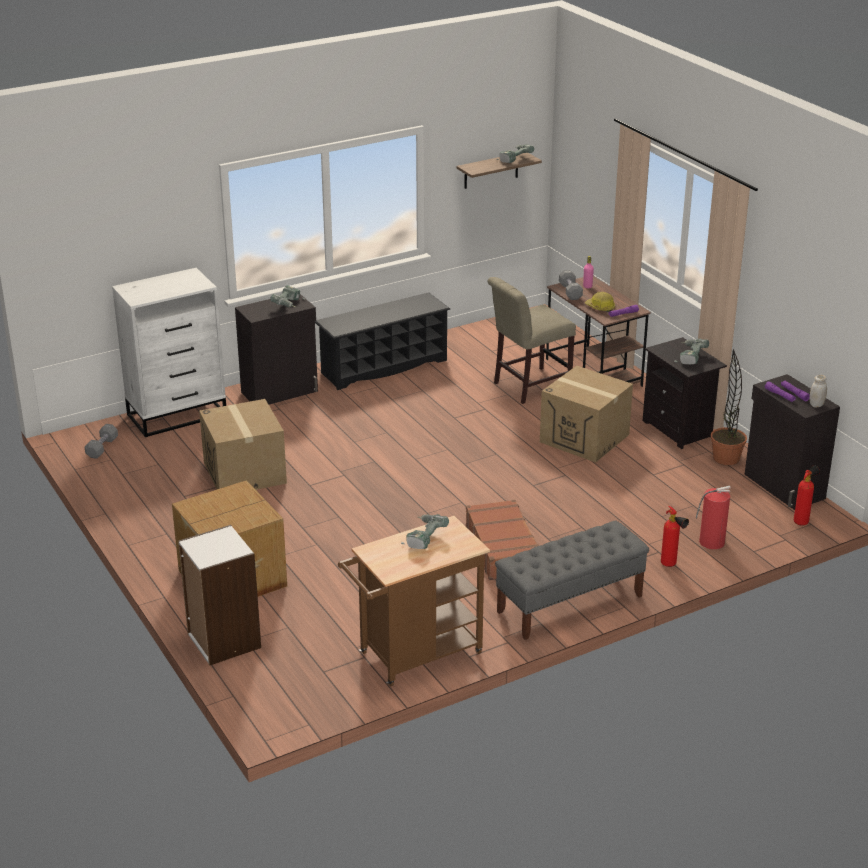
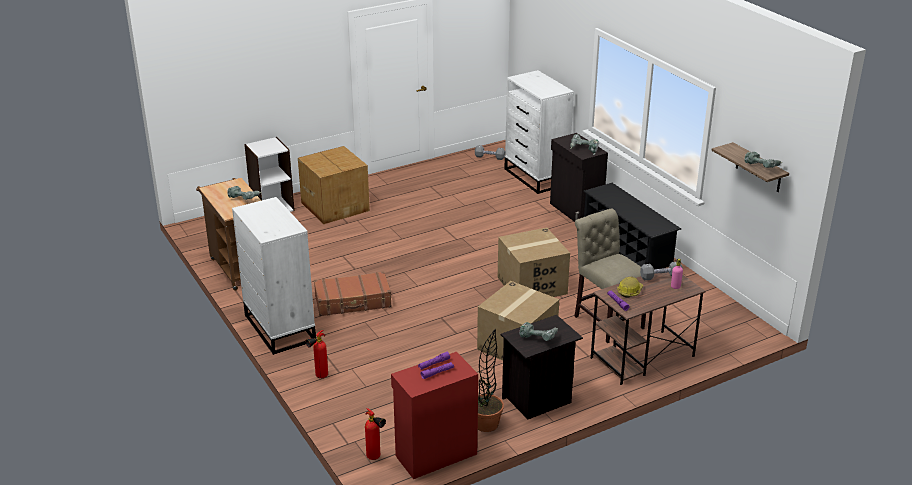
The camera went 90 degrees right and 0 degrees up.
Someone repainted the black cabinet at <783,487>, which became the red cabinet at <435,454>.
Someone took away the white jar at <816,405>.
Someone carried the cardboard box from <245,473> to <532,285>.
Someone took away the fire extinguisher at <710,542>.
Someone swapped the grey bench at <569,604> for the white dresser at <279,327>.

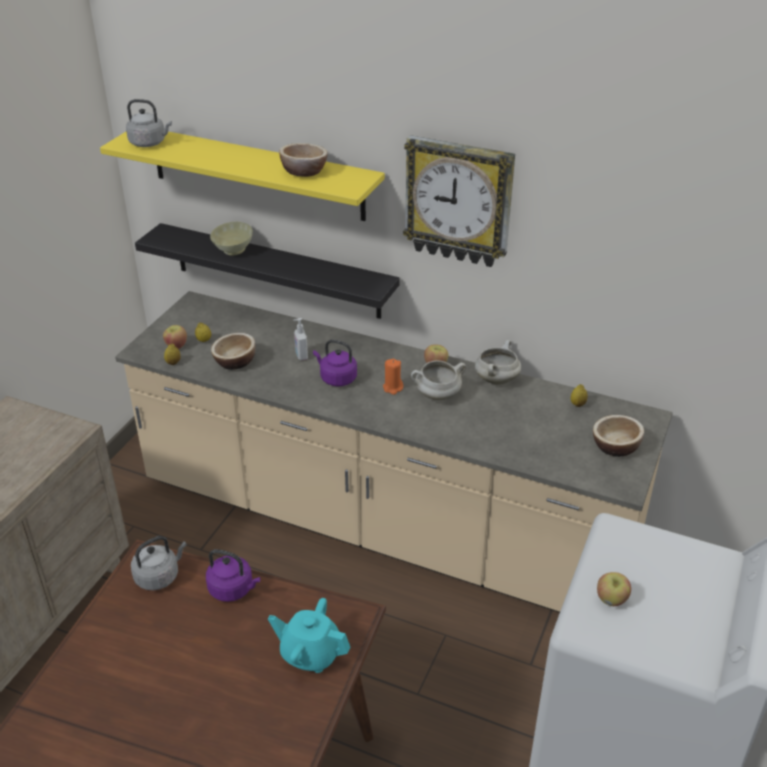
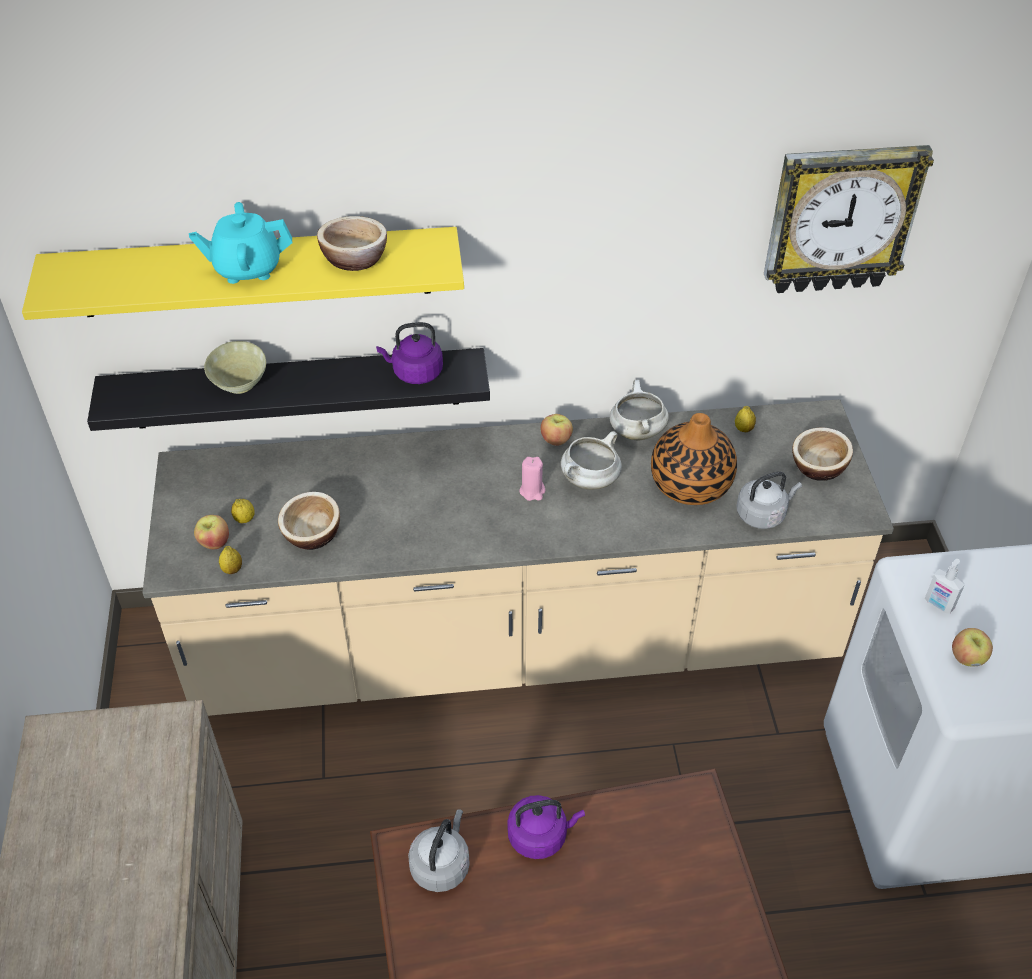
The camera went 30 degrees left and 10 degrees up.
Someone carried the grey kettle from <149,143> to <763,514>.
Someone carried the wall clock from <459,201> to <840,219>.
Someone carried the soap dispenser from <301,356> to <938,605>.
Someone carried the purple kettle from <336,378> to <415,373>.
Someone repainted the orange candle at <393,388>, which became the pink candle at <532,491>.
Someone carried the turquoise teapot from <310,654> to <247,268>.
Someone put down the vase at <690,484>.

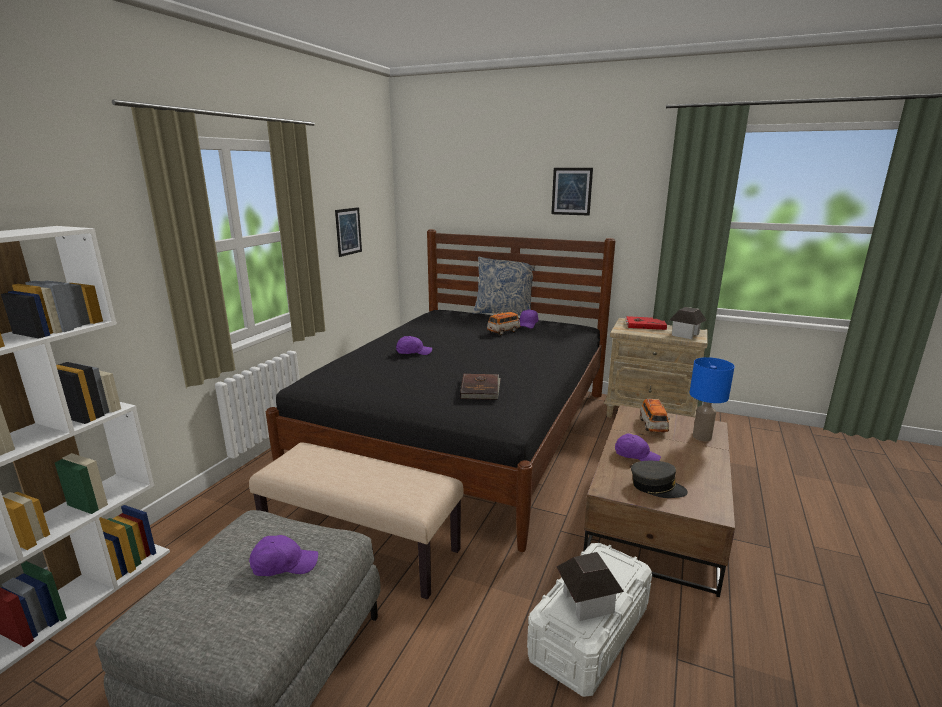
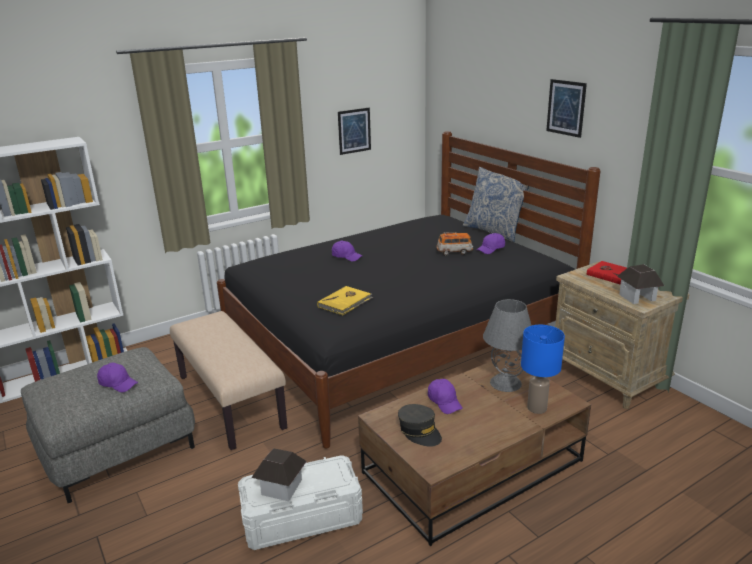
The camera went 35 degrees right and 5 degrees up.
Someone repainted the brown book at <480,389>, which became the yellow book at <345,302>.
Someone swapped the toy car at <653,426> for the grey table lamp at <506,383>.

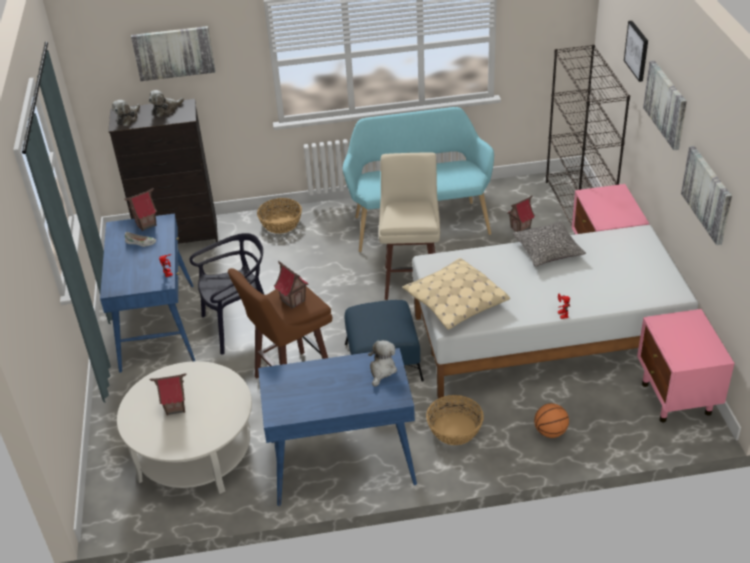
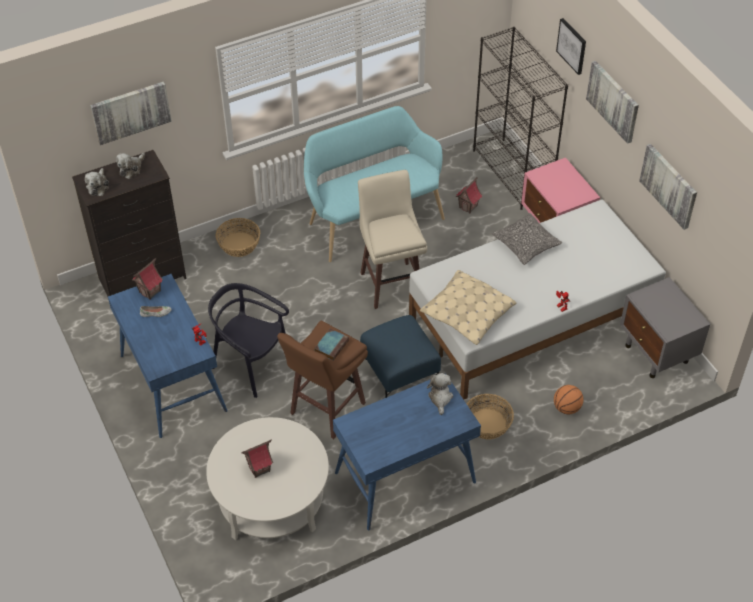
The camera went 20 degrees left and 10 degrees up.
Someone rotated the black chair at <239,325> by 105 degrees counterclockwise.
Someone swapped the toy house at <293,300> for the book at <331,345>.
Someone repainted the pink nightstand at <676,399>, which became the grey nightstand at <657,354>.

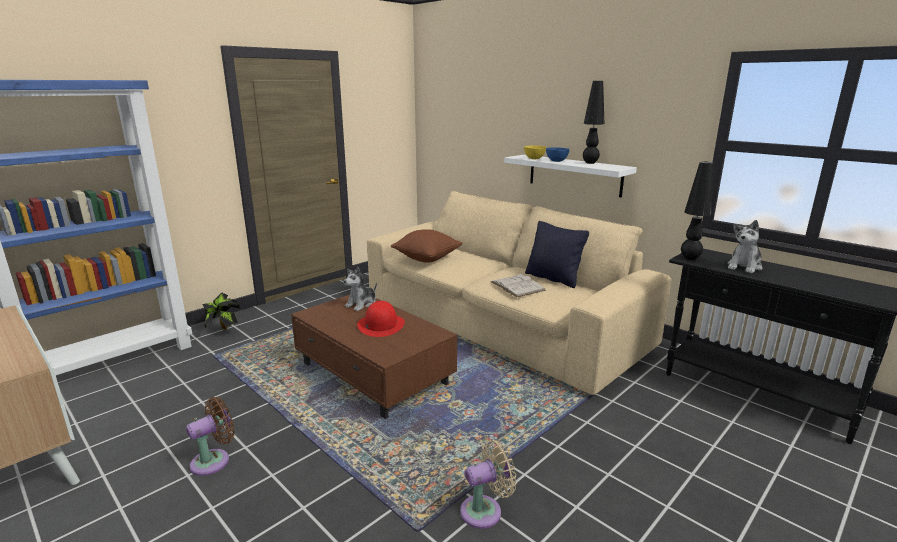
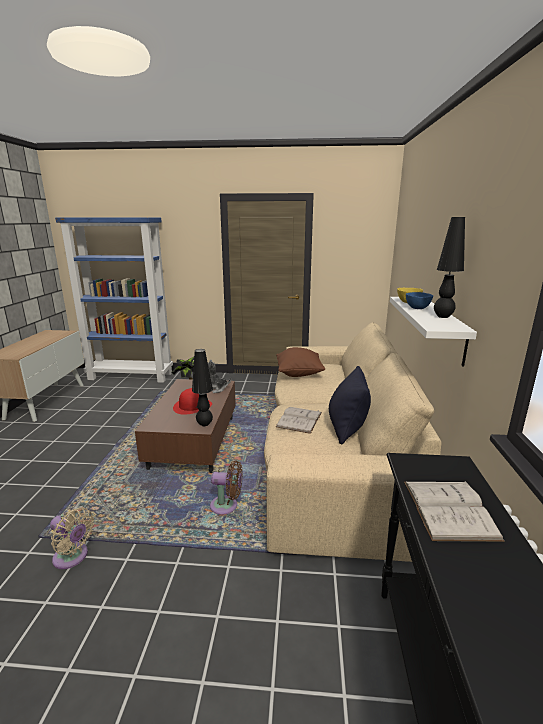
The camera went 50 degrees right and 0 degrees up.
Someone carried the black table lamp from <690,258> to <204,424>.
Someone swapped the plush toy at <744,267> for the white book at <449,509>.
Someone carried the brown fan from <214,460> to <227,506>.

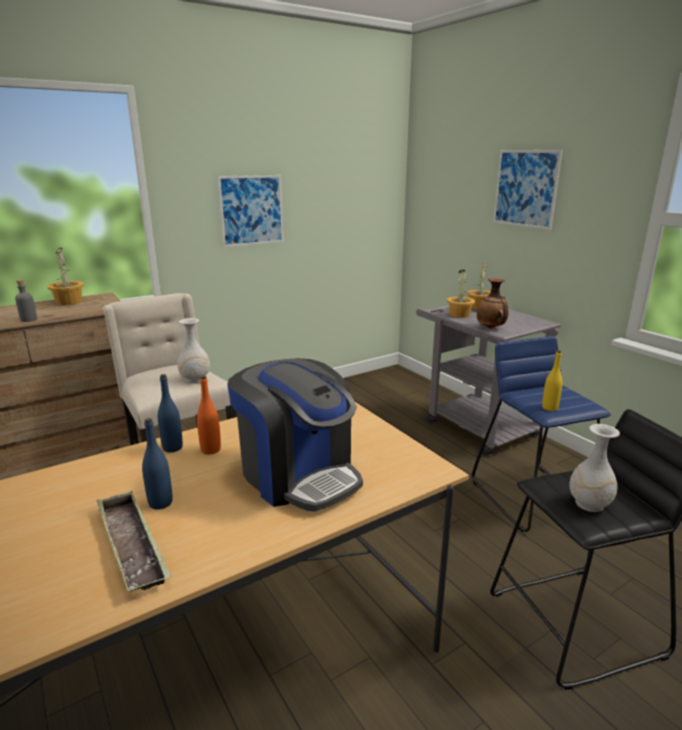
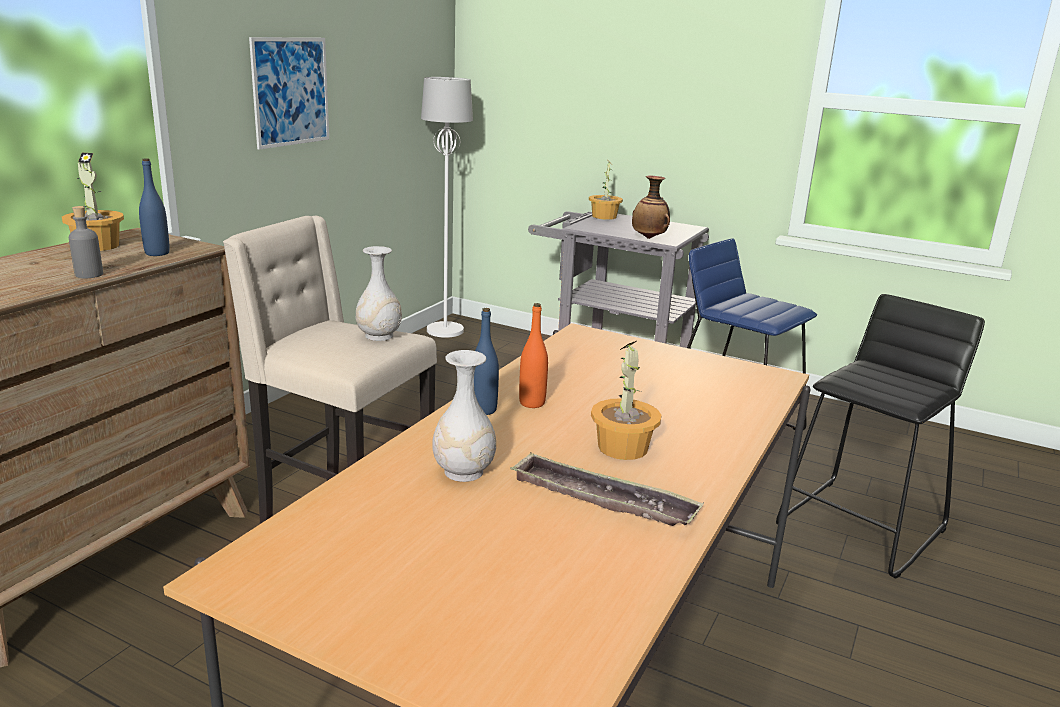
The camera went 30 degrees left and 0 degrees up.
Someone took away the picture at <525,188>.
Someone carried the potted plant from <459,315> to <623,448>.
Someone took away the yellow bottle at <549,408>.
Someone took away the coffee machine at <298,475>.
Someone carried the blue bottle from <160,503> to <157,253>.
Someone carried the white vase from <588,504> to <463,472>.
Someone put down the white floor lamp at <445,330>.

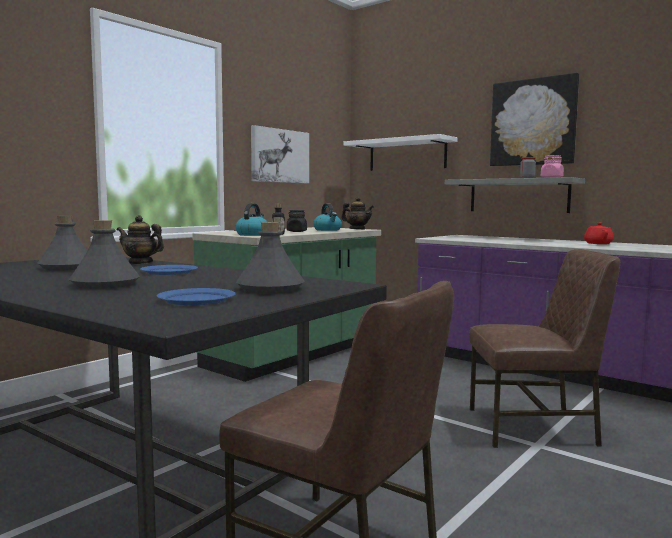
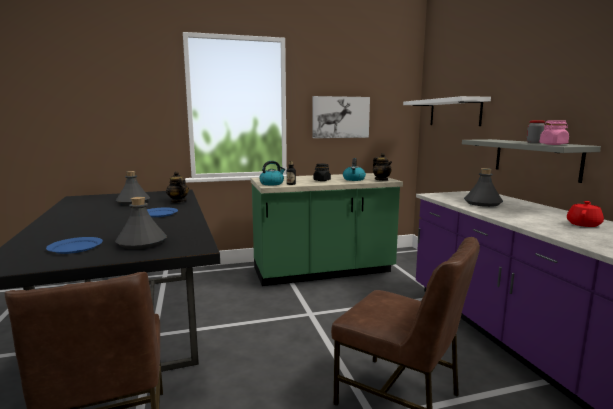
The camera went 35 degrees right and 5 degrees up.
Someone took away the picture at <533,122>.
Someone carried the grey bottle from <105,284> to <483,203>.

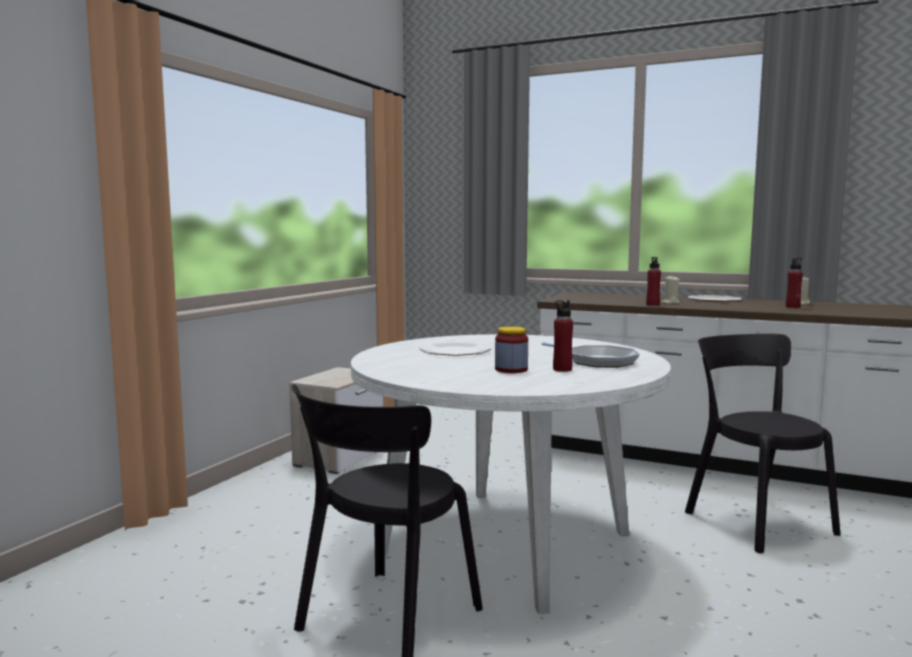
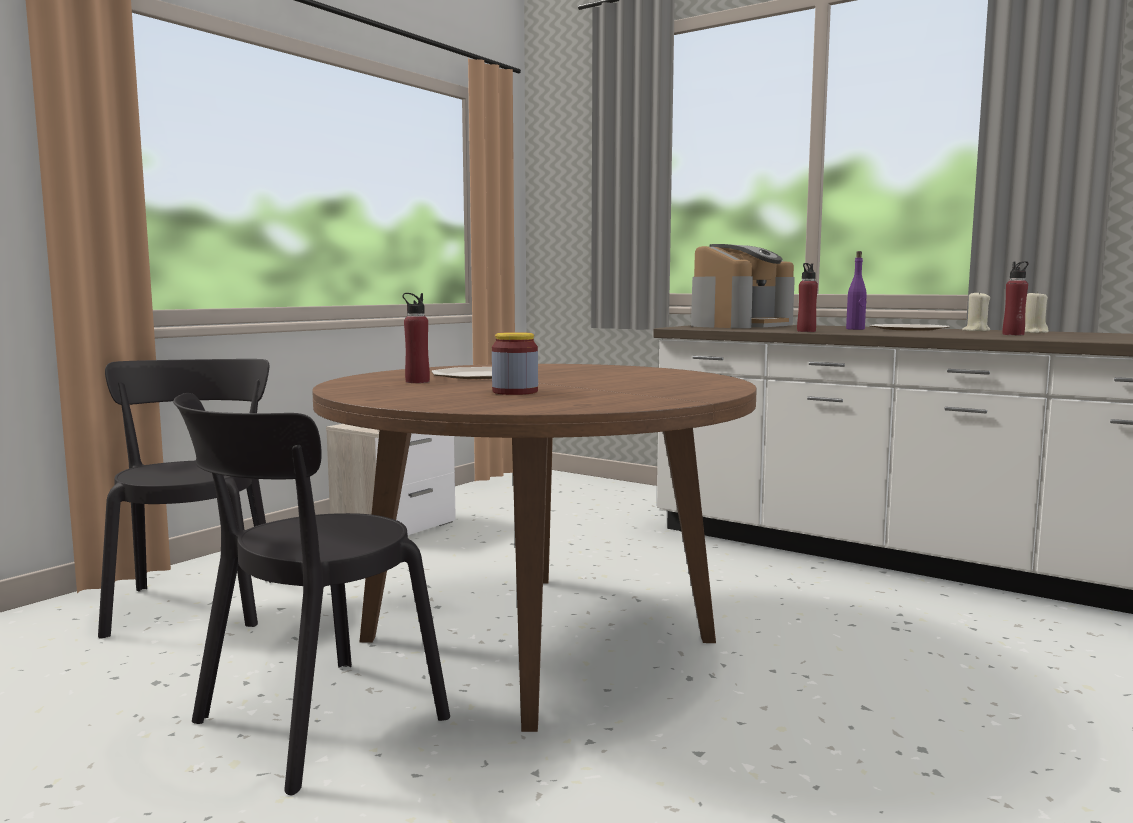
The camera went 10 degrees right and 0 degrees up.
Someone carried the beige candle from <670,303> to <976,330>.
Someone carried the red bottle from <562,369> to <417,381>.
Someone repainted the white dining table at <505,542>, which became the brown dining table at <537,640>.
Someone carried the black chair from <754,520> to <196,603>.
Someone took away the frying pan at <597,361>.
Someone put down the coffee machine at <740,325>.
Someone put down the purple bottle at <855,329>.

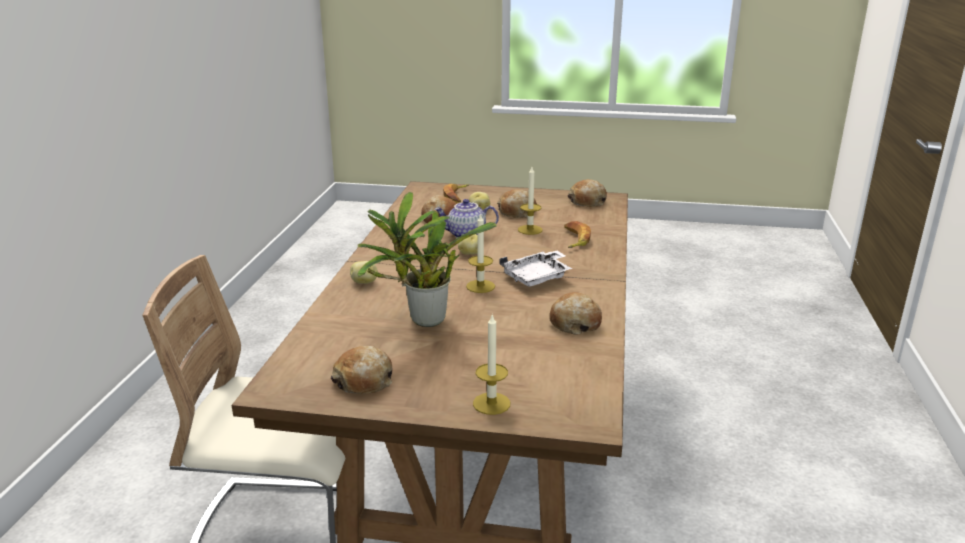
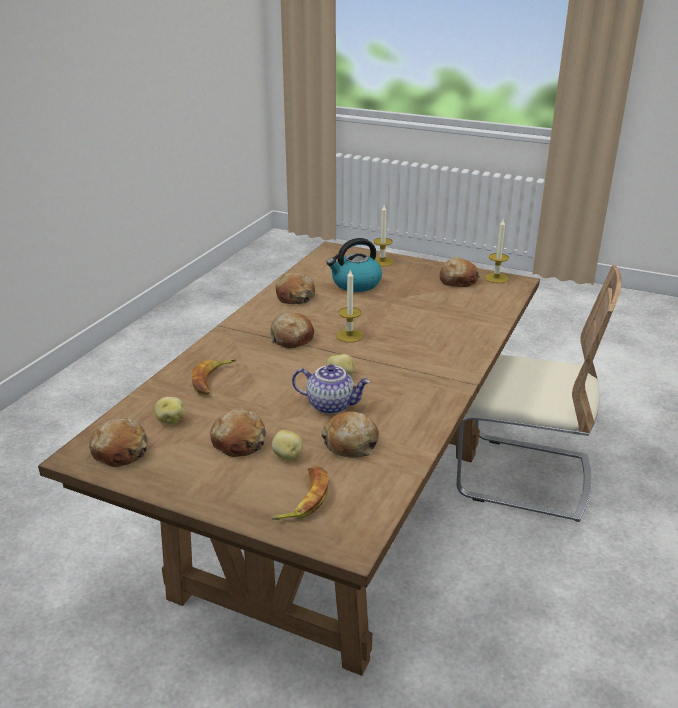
The camera went 165 degrees left and 5 degrees up.
Someone carried the candle from <530,230> to <496,278>.
Someone took away the potted plant at <422,321>.
Someone swapped the white tray at <537,277> for the bread at <292,338>.
Someone carried the potato from <364,282> to <171,420>.
Someone put down the kettle at <355,284>.

